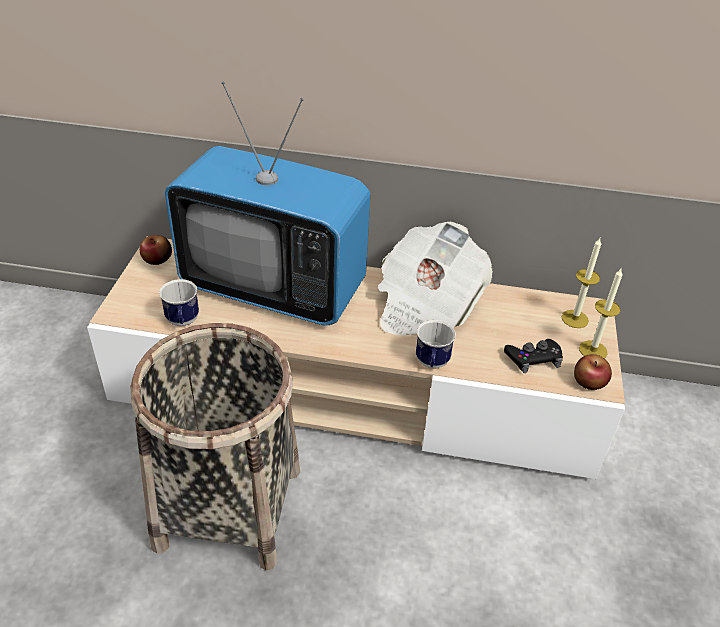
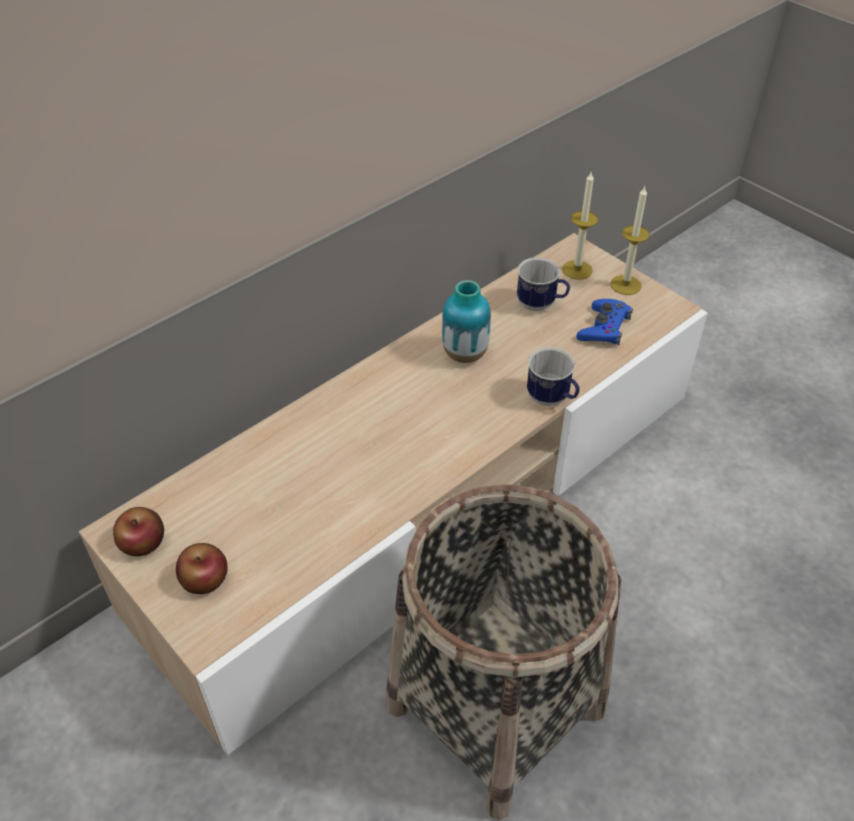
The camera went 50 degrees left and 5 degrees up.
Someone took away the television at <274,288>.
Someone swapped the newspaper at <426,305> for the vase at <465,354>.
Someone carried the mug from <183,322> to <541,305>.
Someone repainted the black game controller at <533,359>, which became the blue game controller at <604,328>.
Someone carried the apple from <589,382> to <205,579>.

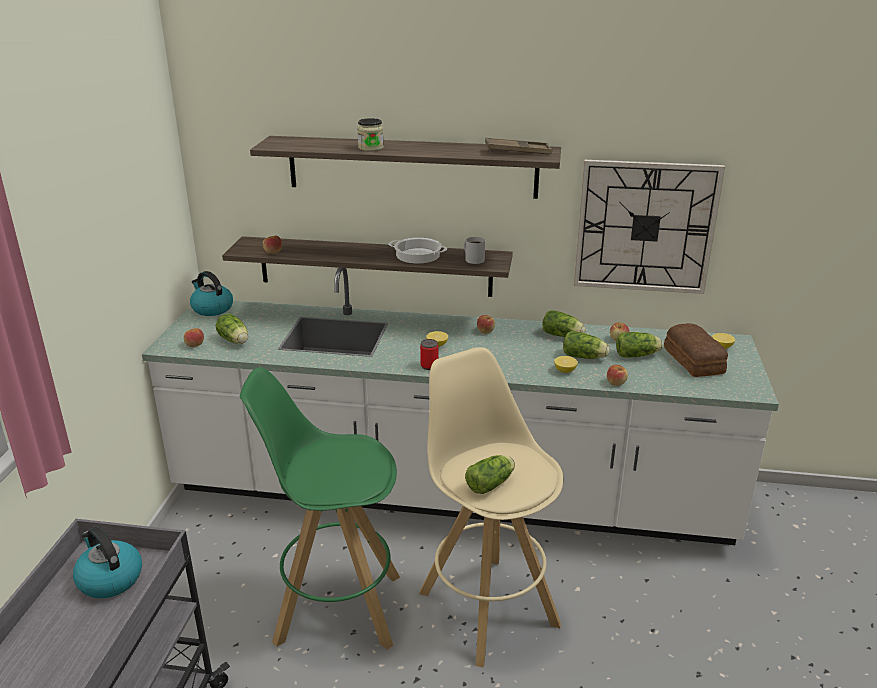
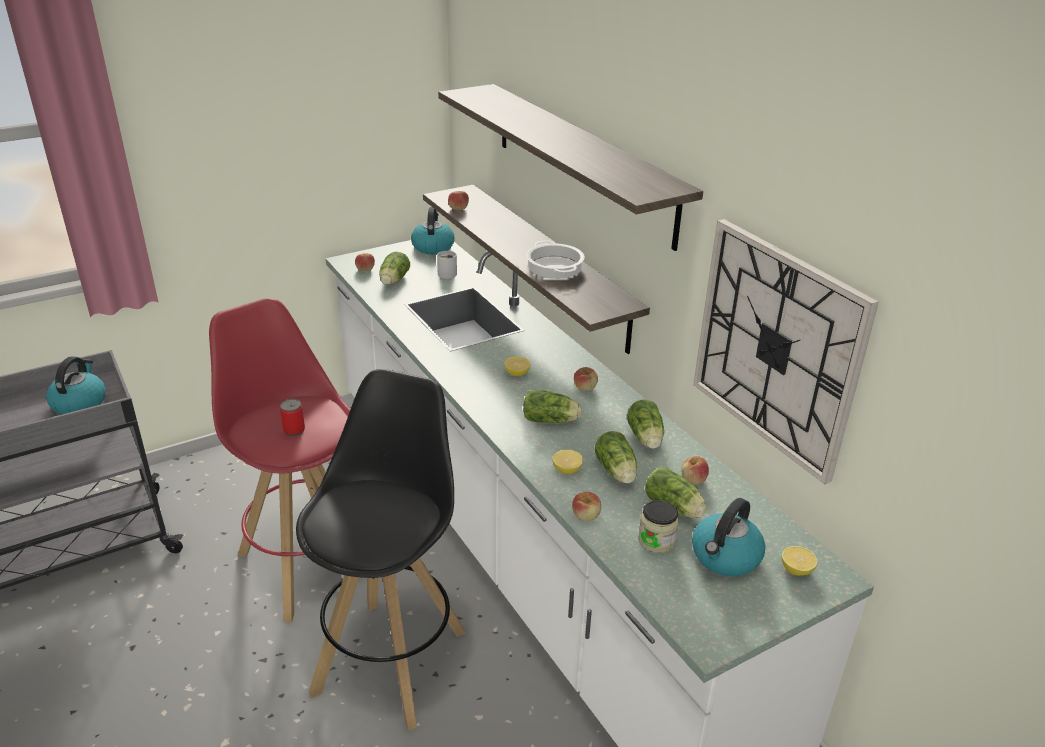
The camera went 50 degrees right and 5 degrees up.
Someone carried the jar from <371,148> to <656,540>.
Someone took away the brown tray at <517,151>.
Someone carried the white mug from <474,259> to <448,273>.
Someone swapped the bread at <694,360> for the kettle at <725,557>.
Someone carried the can from <429,366> to <294,430>.
Someone repainted the beige stool at <487,606>, which became the black stool at <391,659>.
Someone repainted the green stool at <336,608>, which became the red stool at <307,563>.
Someone carried the lettuce from <491,484> to <551,420>.

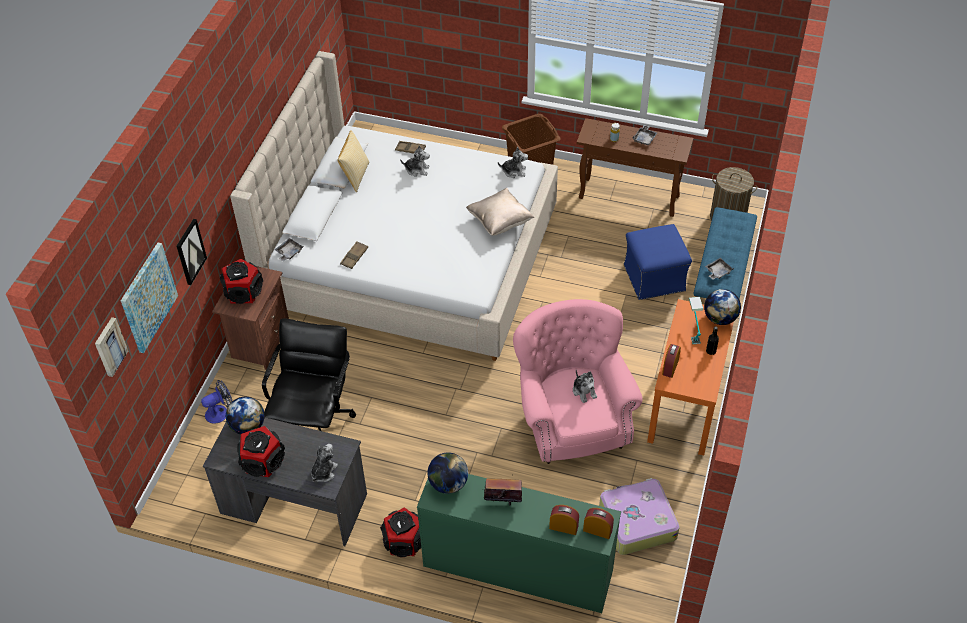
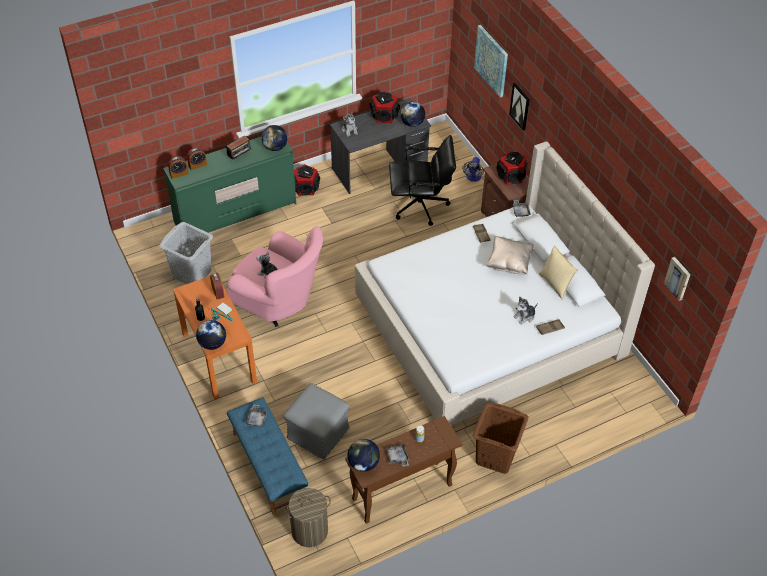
The camera went 135 degrees right and 0 degrees up.
Someone took away the plush toy at <514,171>.
Someone carried the beige pillow from <499,222> to <509,263>.
Someone repainted the blue ottoman at <654,278>, which became the grey ottoman at <317,433>.
Someone carried the picture from <109,346> to <678,278>.
Someone rotated the black office chair at <314,420> by 60 degrees counterclockwise.
Someone swapped the suitcase at <636,522> for the grey laundry basket at <192,273>.
Someone put down the globe at <363,463>.

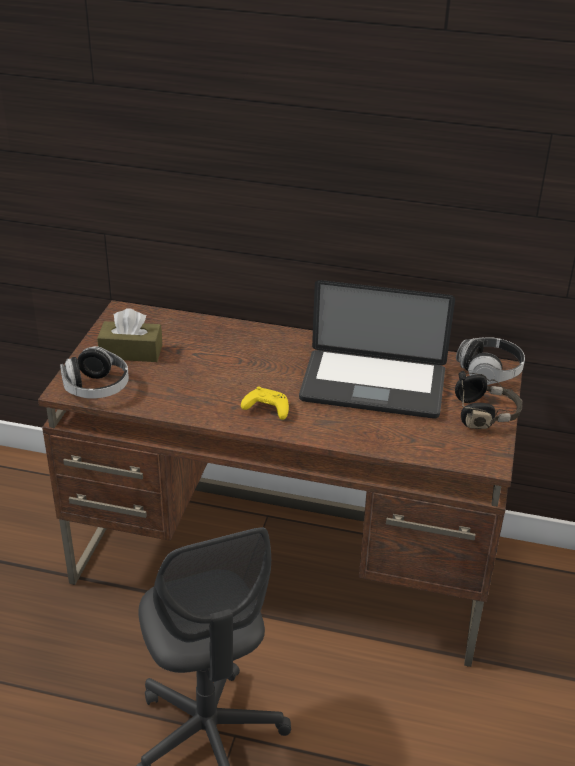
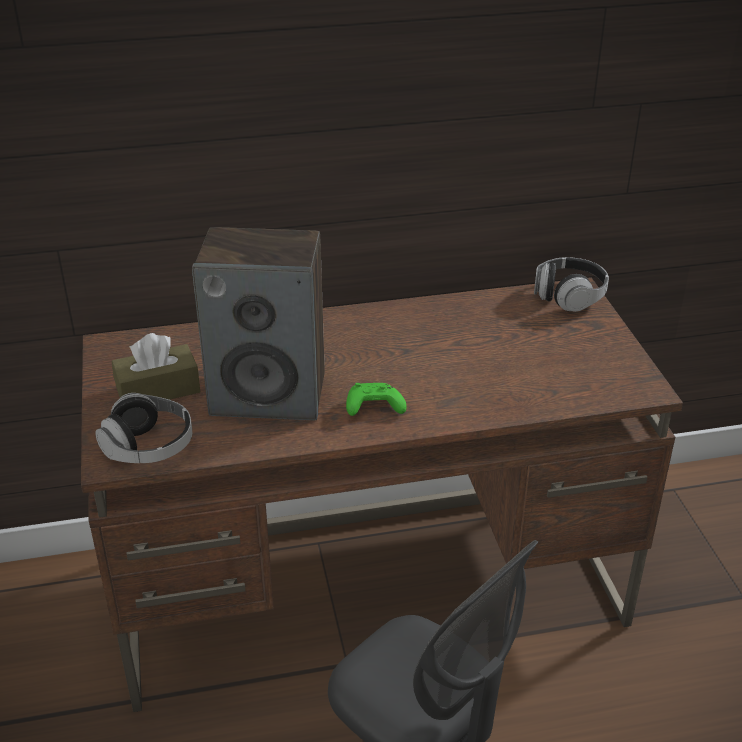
The camera went 25 degrees left and 0 degrees up.
Someone took away the laptop at <373,386>.
Someone took away the black headphones at <485,414>.
Someone repainted the yellow game controller at <266,409>, which became the green game controller at <373,408>.
Someone put down the speaker at <269,394>.

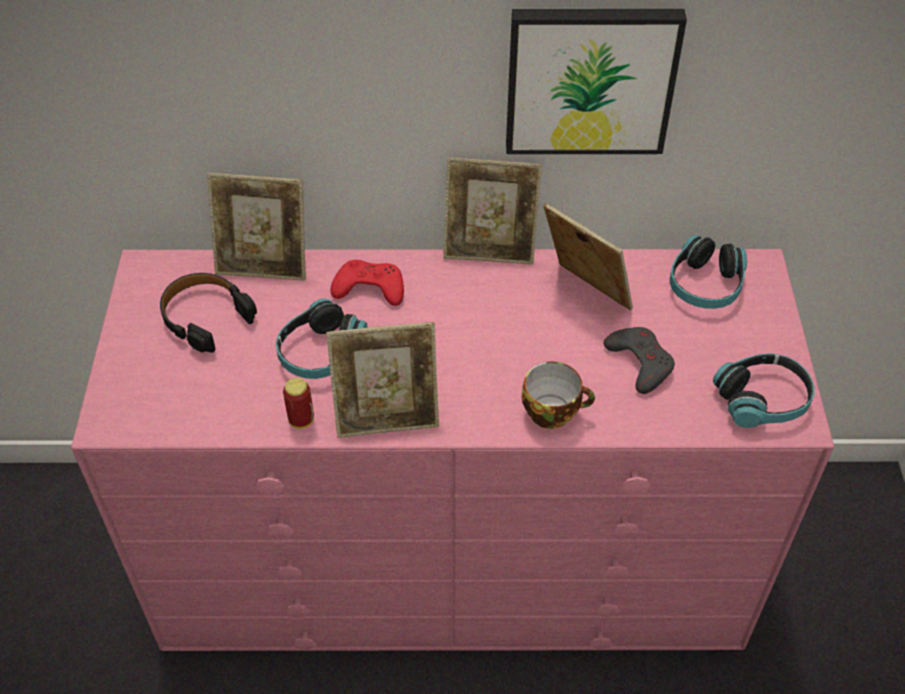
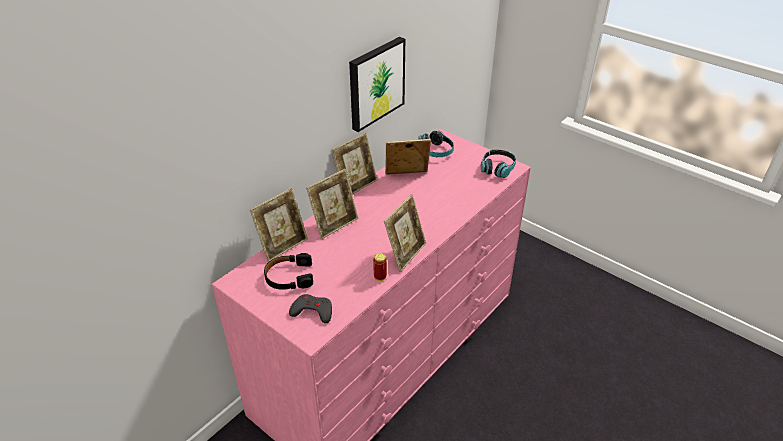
The camera went 50 degrees left and 10 degrees down.
Someone swapped the red game controller at <369,288> for the picture frame at <335,224>.
Someone took away the headphones at <321,352>.
Someone carried the grey game controller from <640,362> to <312,311>.
Someone took away the cup at <553,411>.

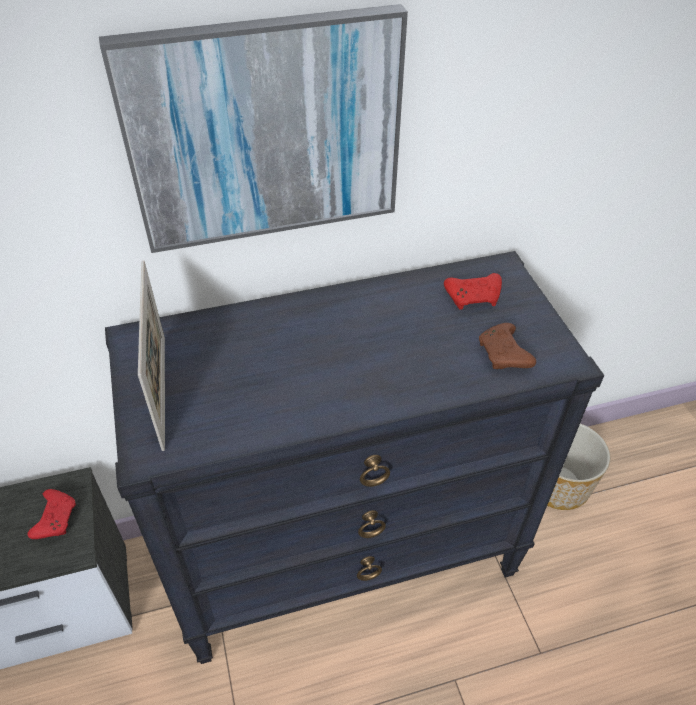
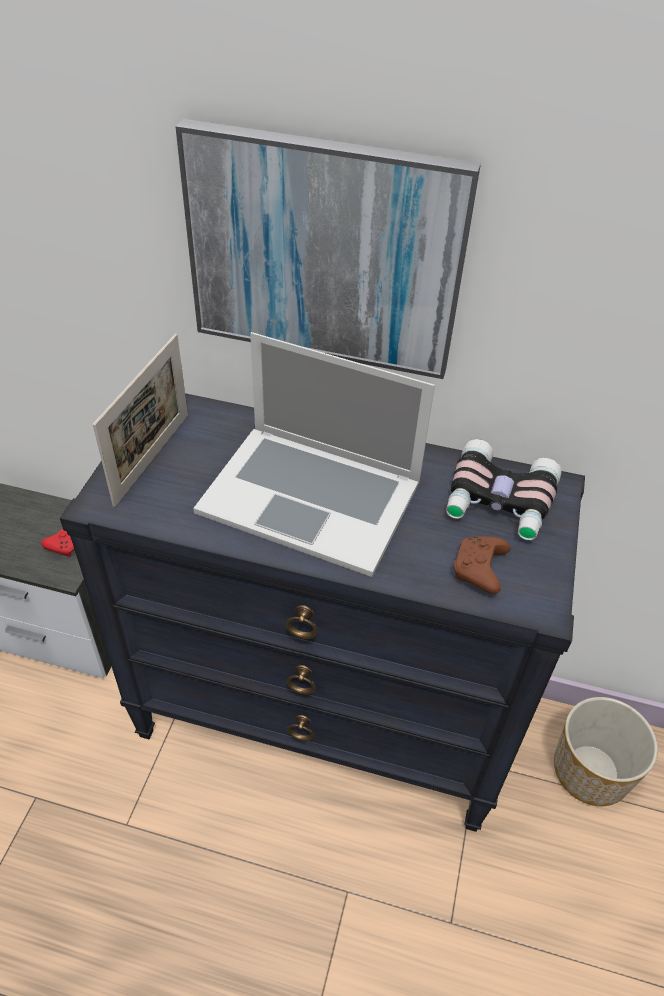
The camera went 30 degrees right and 0 degrees up.
Someone swapped the red game controller at <474,297> for the binoculars at <498,502>.
Someone put down the laptop at <311,496>.

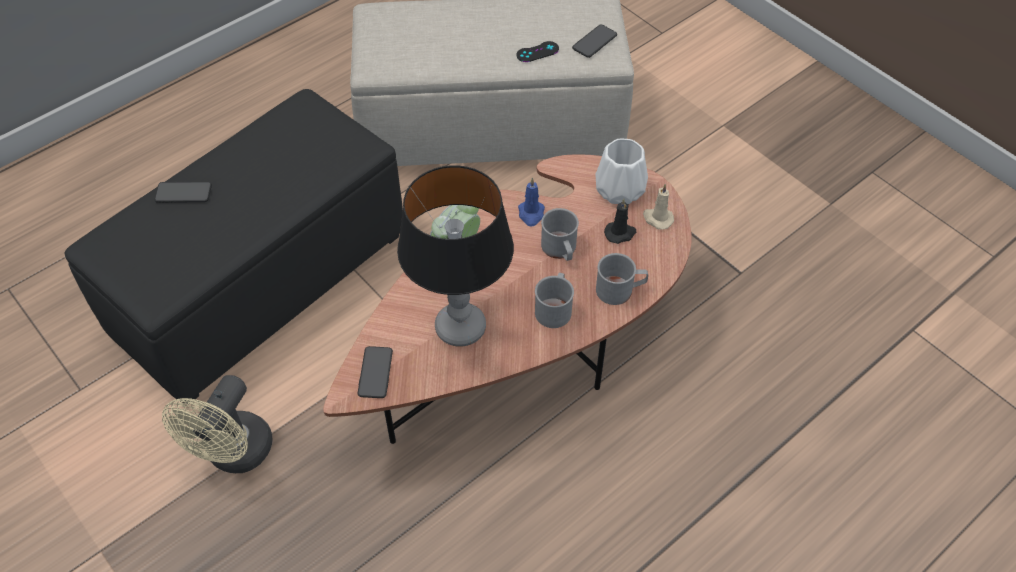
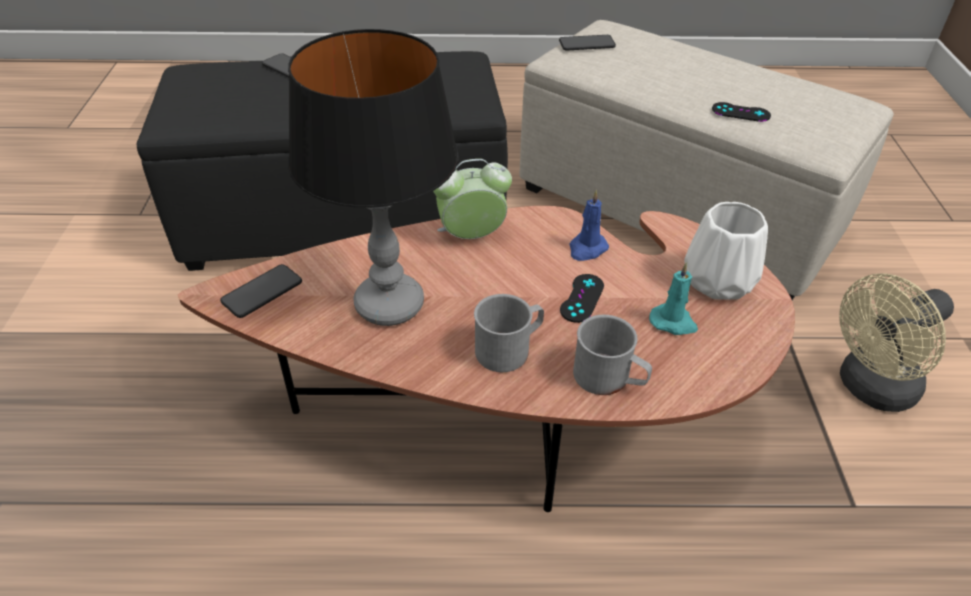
The camera went 40 degrees right and 10 degrees down.
Someone carried the phone from <594,42> to <586,44>.
Someone took away the beige candle at <657,218>.
Someone repainted the black candle at <620,233>, which became the turquoise candle at <673,322>.
Someone swapped the grey mug at <560,250> for the black game controller at <582,298>.
Someone carried the beige fan from <234,455> to <869,388>.

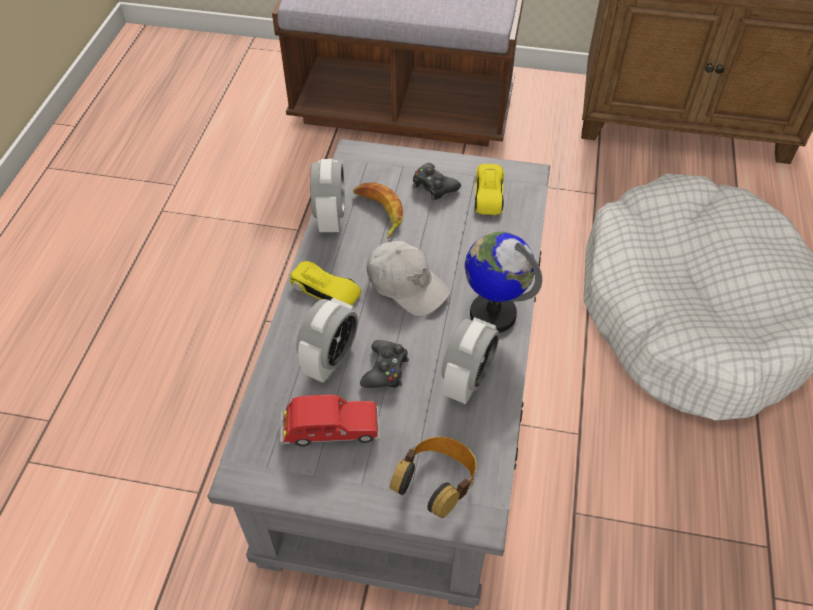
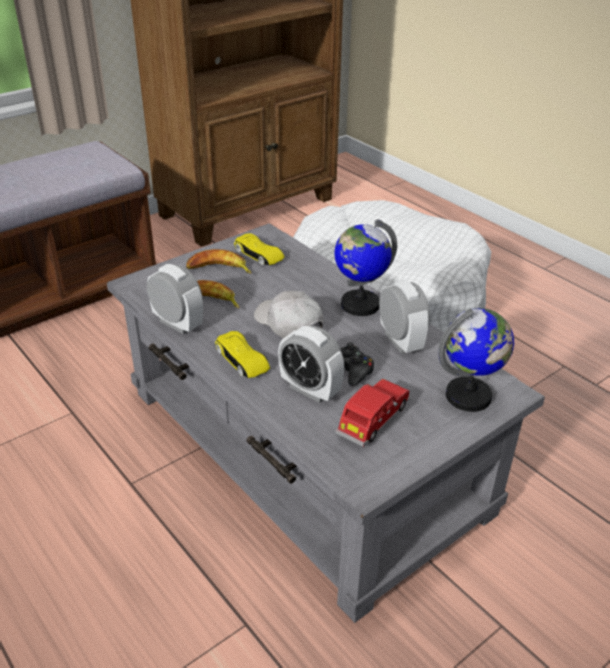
The camera went 50 degrees left and 15 degrees down.
Someone swapped the black game controller at <434,186> for the banana at <219,269>.
Someone rotated the white cap at <407,285> by 120 degrees counterclockwise.
Someone rotated the yellow toy car at <326,289> by 75 degrees clockwise.
Someone rotated the alarm clock at <330,360> by 150 degrees clockwise.
Someone swapped the headphones at <436,484> for the globe at <469,396>.

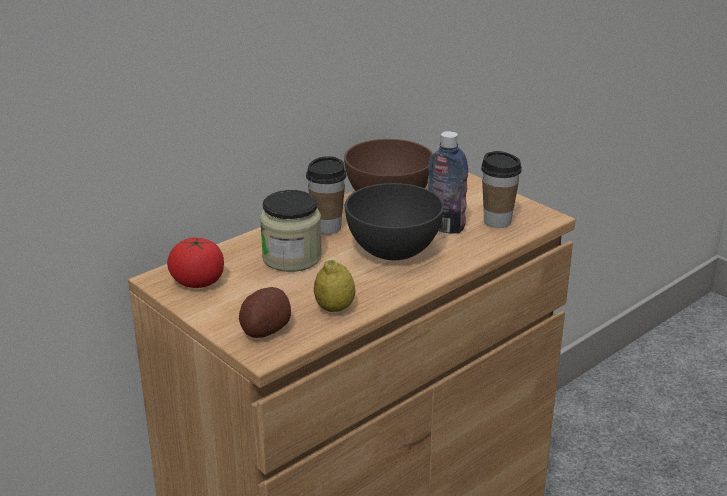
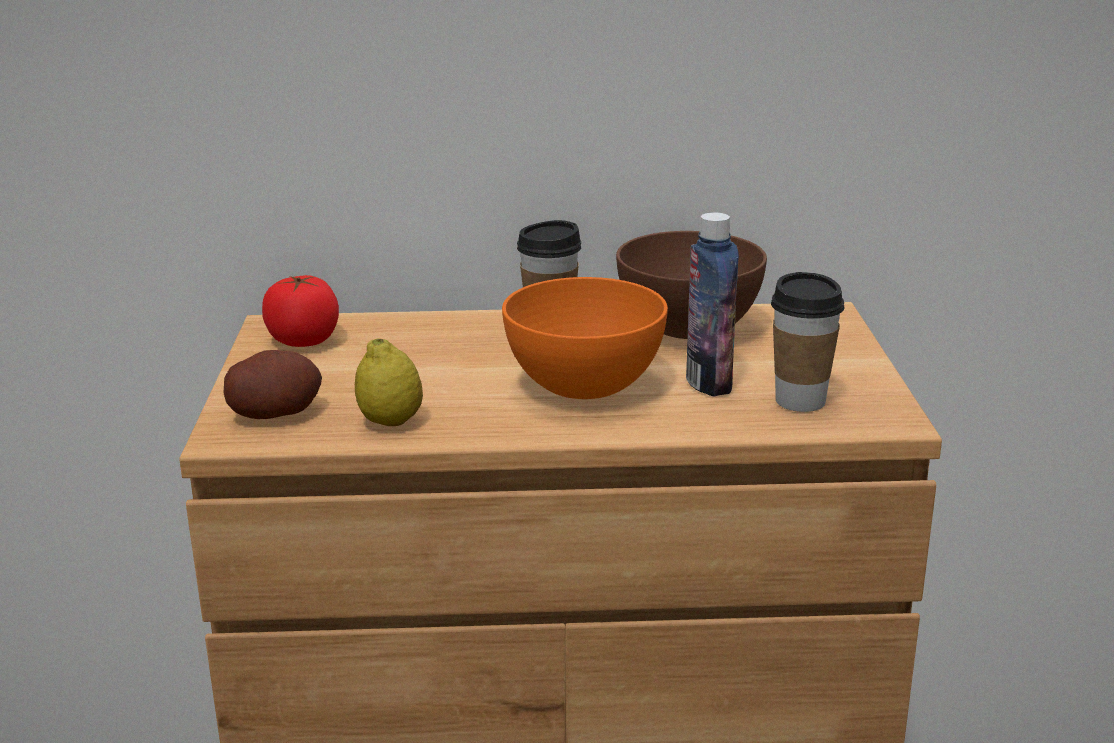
The camera went 40 degrees right and 5 degrees down.
Someone repainted the grey bowl at <393,250>, which became the orange bowl at <586,386>.
Someone took away the jar at <292,257>.

